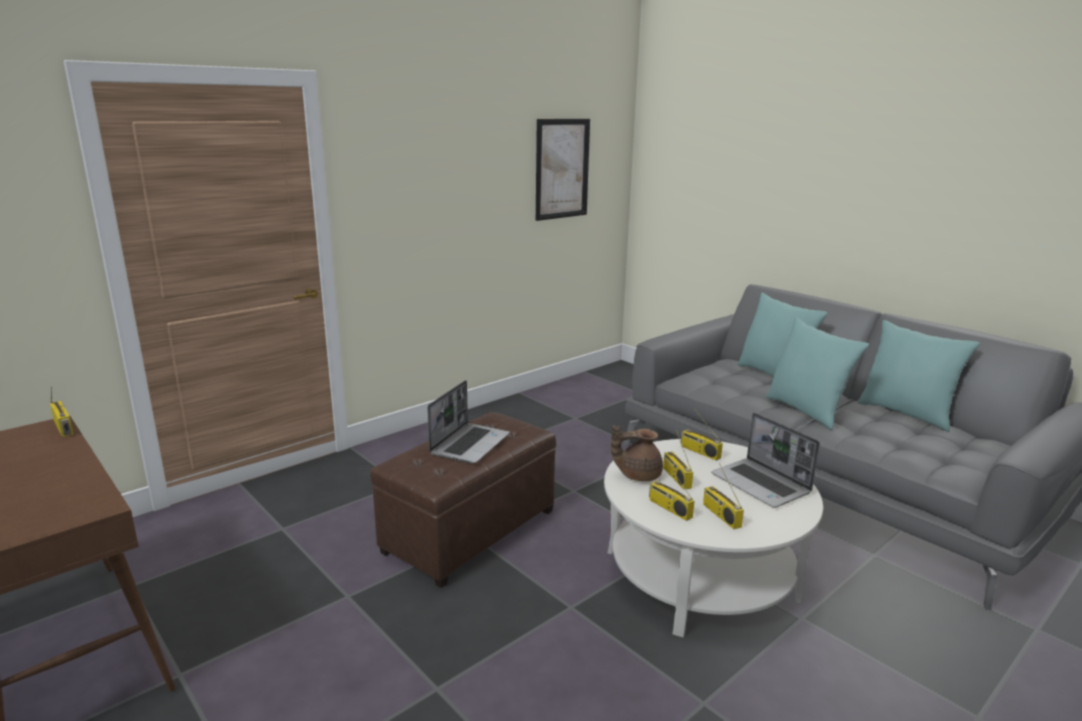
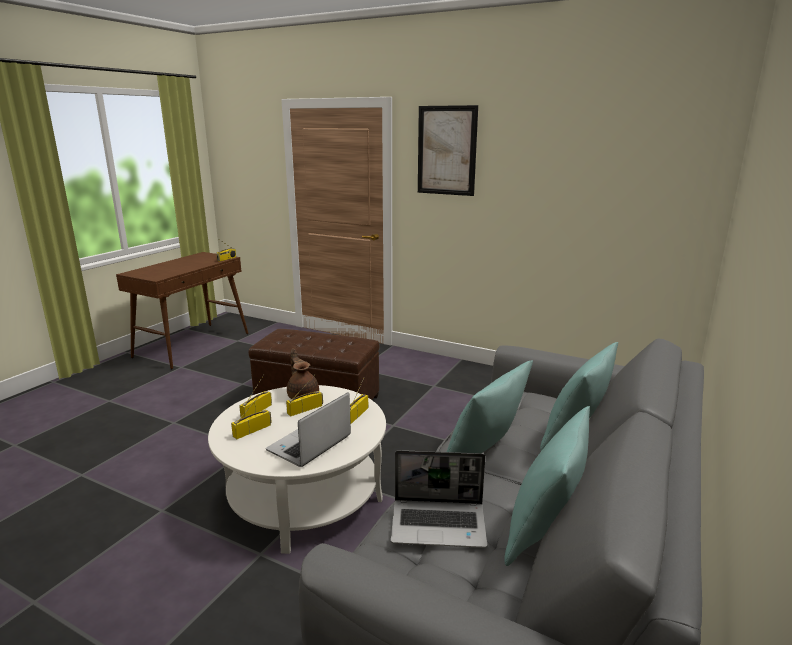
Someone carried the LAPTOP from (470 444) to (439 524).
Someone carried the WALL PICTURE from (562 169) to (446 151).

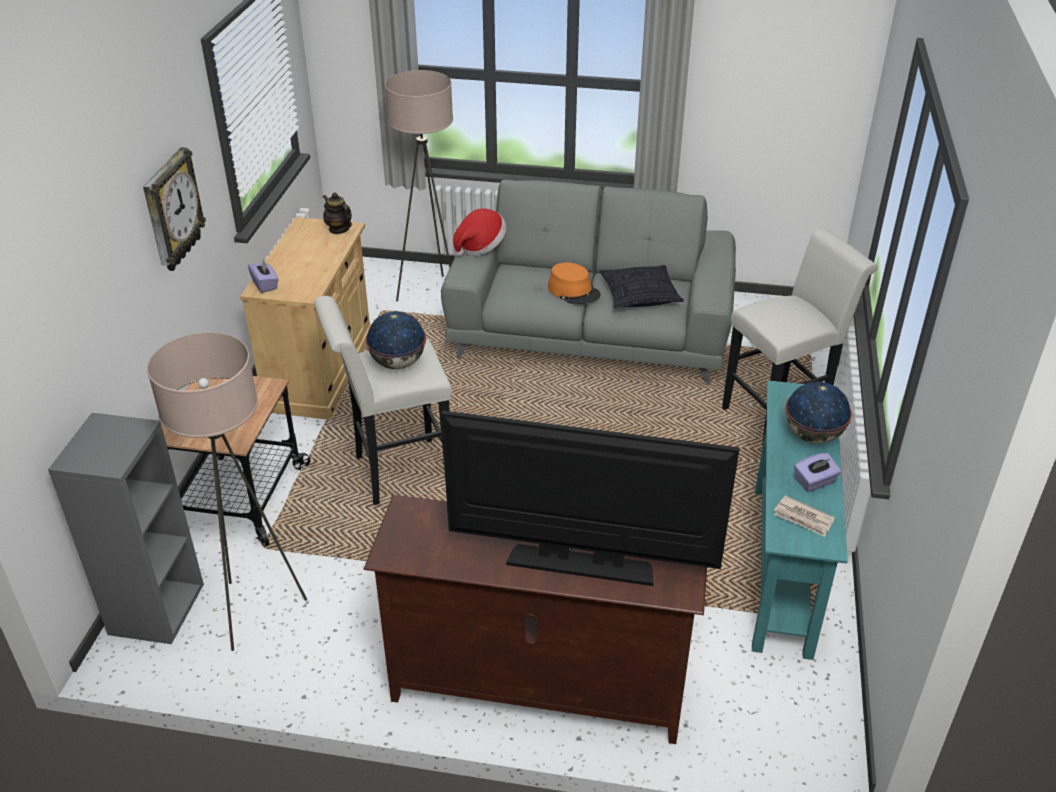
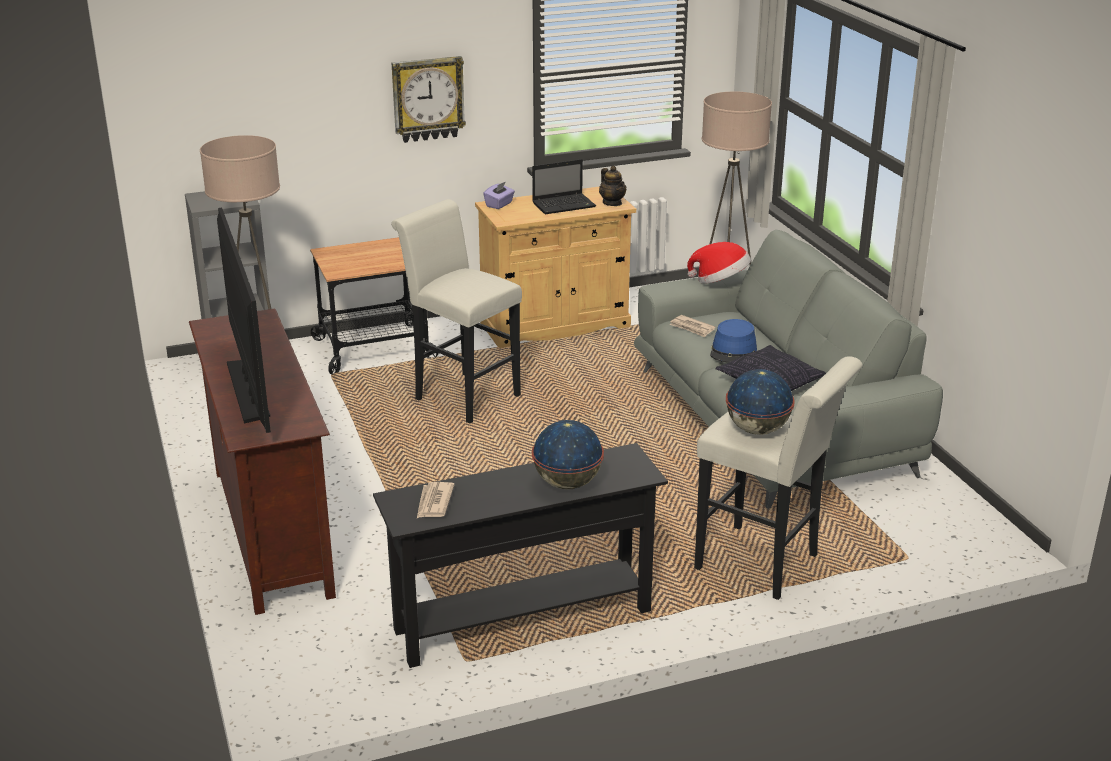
Someone took away the PURPLISH TISSUE BOX at (815 482).
Someone put down the LAPTOP at (565 205).
Someone put down the PRINTED PAPER at (692 328).
Someone carried the DESK GLOBE from (397 363) to (757 430).
Someone repainted the ORANGE HAT at (574 291), which became the BLUISH HAT at (733 351).
Someone repainted the TURQUOISE-COLOURED HALL TABLE at (782 567), which became the BLACK HALL TABLE at (523 621).
Someone rotated the POT FOR TEA at (339 229) by 135 degrees clockwise.

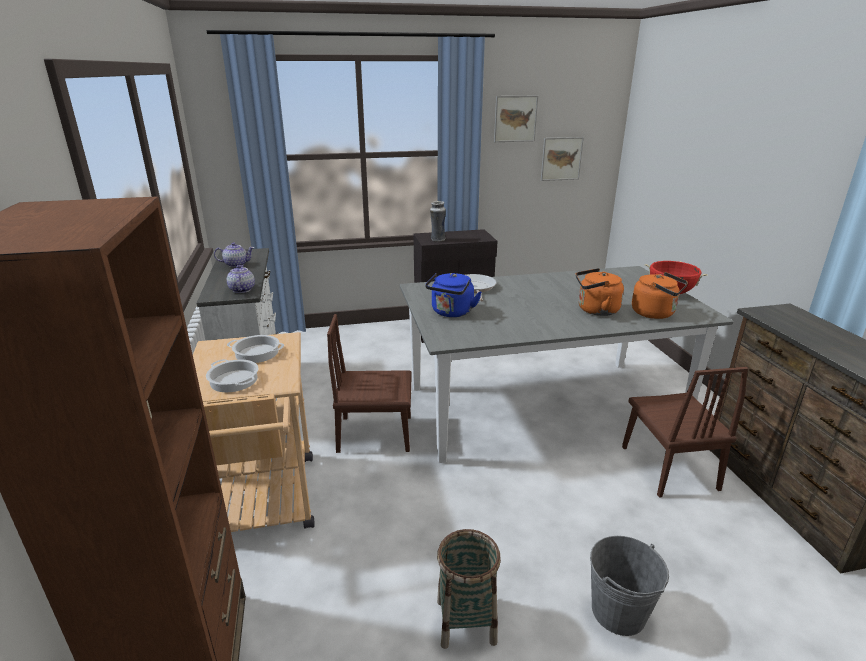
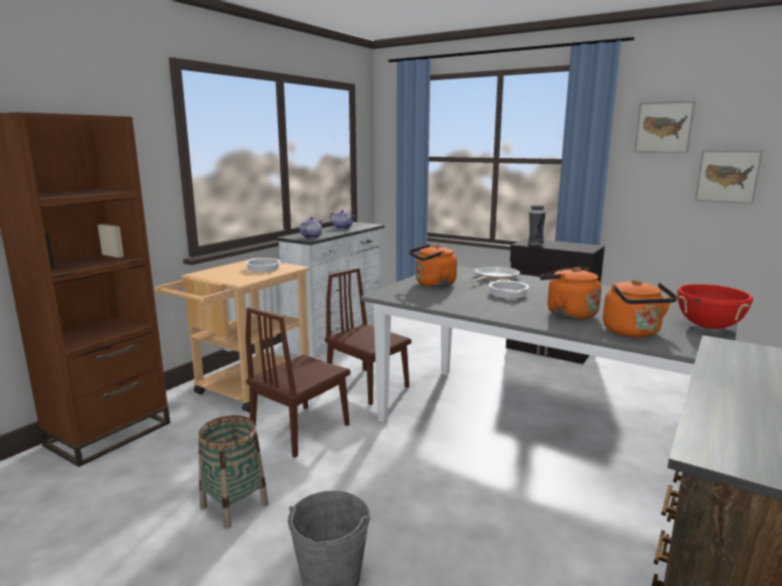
Someone carried the COOKING POT from (234 380) to (508 293).
Someone carried the BROWN-COLOURED CHAIR from (668 467) to (300 430).
Someone repainted the BLUISH KETTLE at (451 313), which became the ORANGE KETTLE at (433 284).

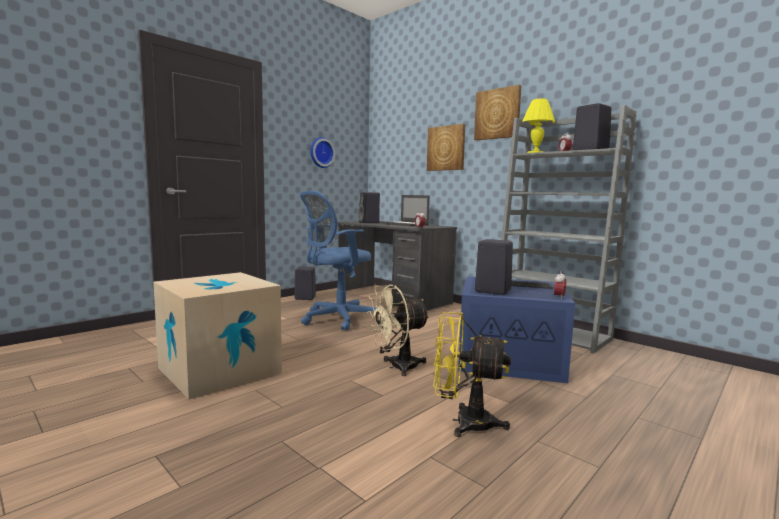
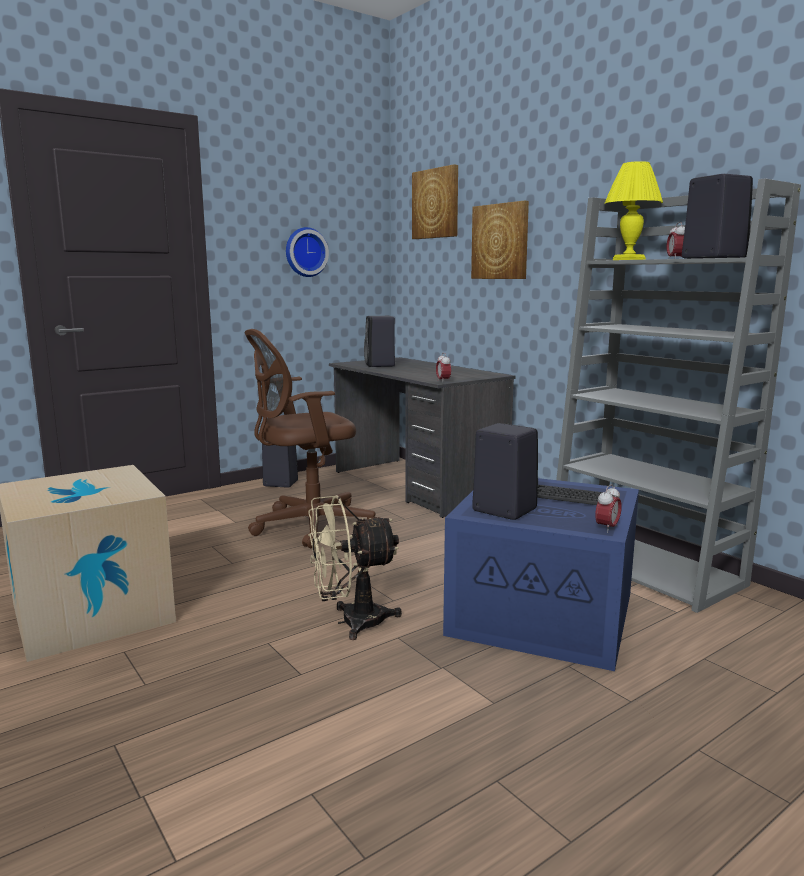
Someone took away the LAPTOP at (406 224).
Someone took away the YELLOWISH COOLING FAN at (463 422).
Someone carried the WALL PICTURE from (497 114) to (436 203).
Someone repainted the BLUISH OFFICE CHAIR at (337 319), which became the BROWN-COLOURED OFFICE CHAIR at (308 526).

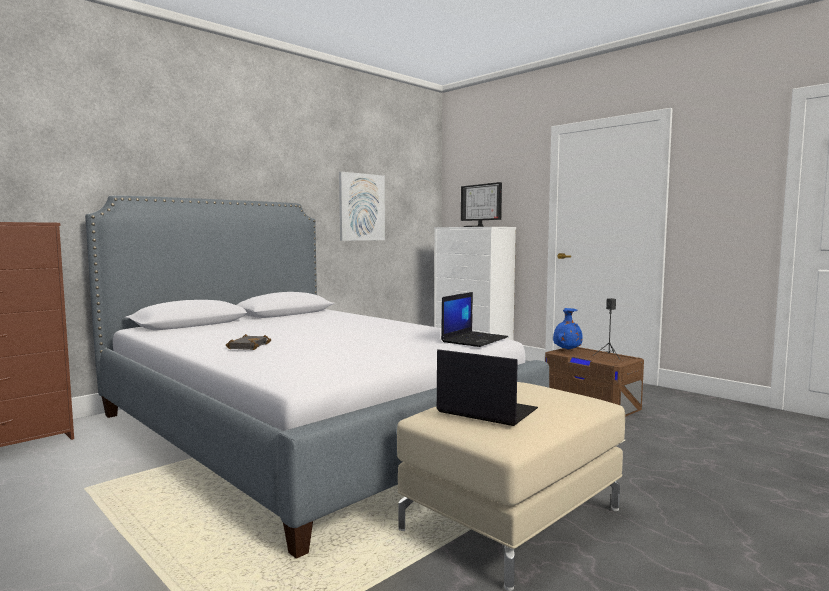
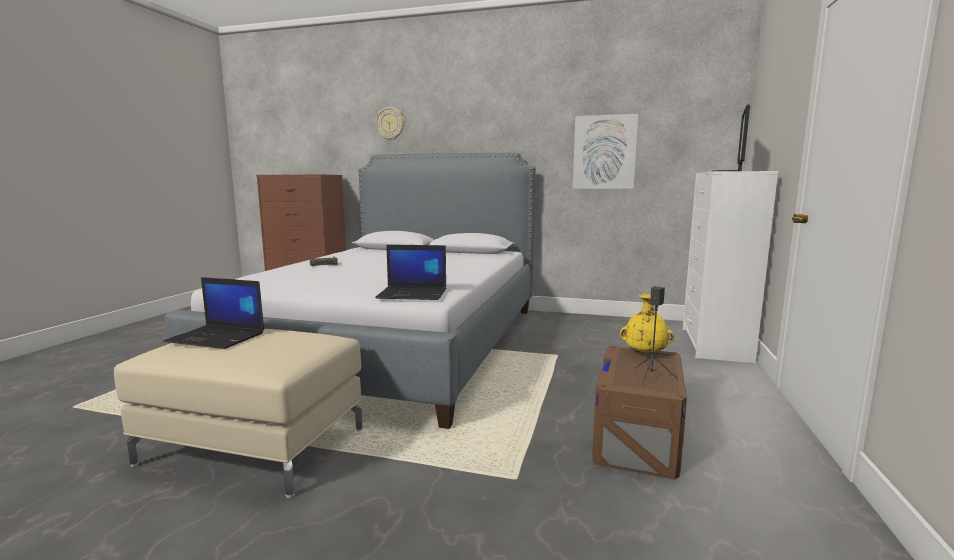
Someone put up the WALL CLOCK at (390 124).
Someone repainted the BLUISH DECORATIVE VASE at (566 349), which became the YELLOWISH DECORATIVE VASE at (645 352).
Someone rotated the LAPTOP at (485 411) by 105 degrees clockwise.

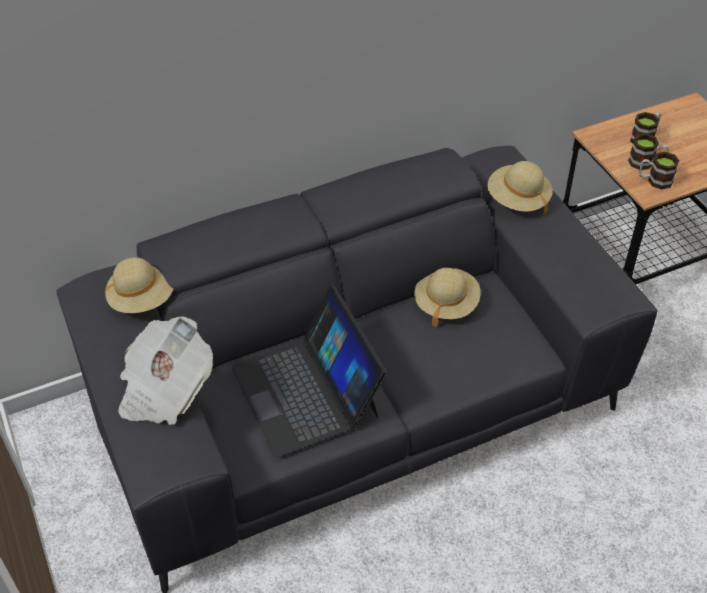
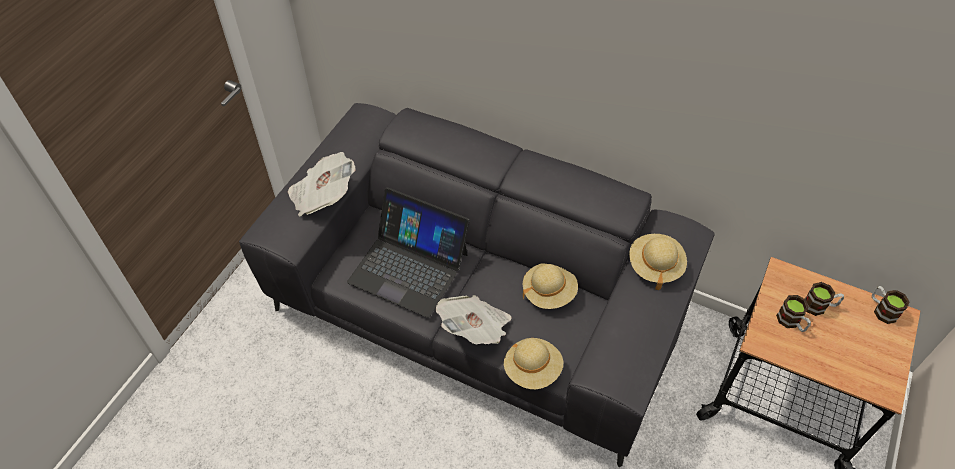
Someone put down the PRINTED PAPER at (475 329).
Someone carried the BEIGE-COLOURED HAT from (143 298) to (532 370).
Someone carried the TEA MUG from (654 180) to (882 310).
Someone rotated the LAPTOP at (307 391) by 90 degrees counterclockwise.

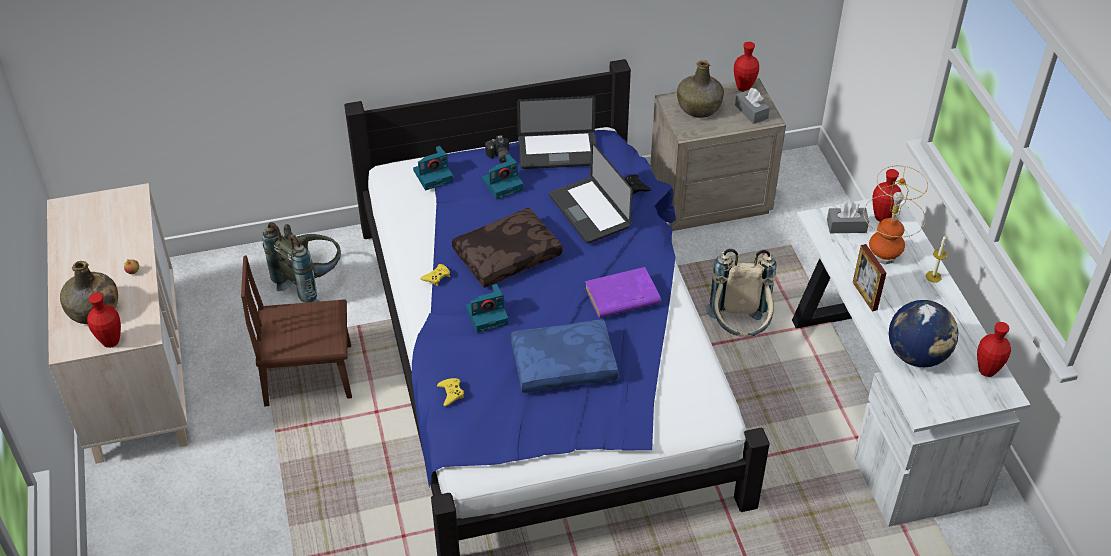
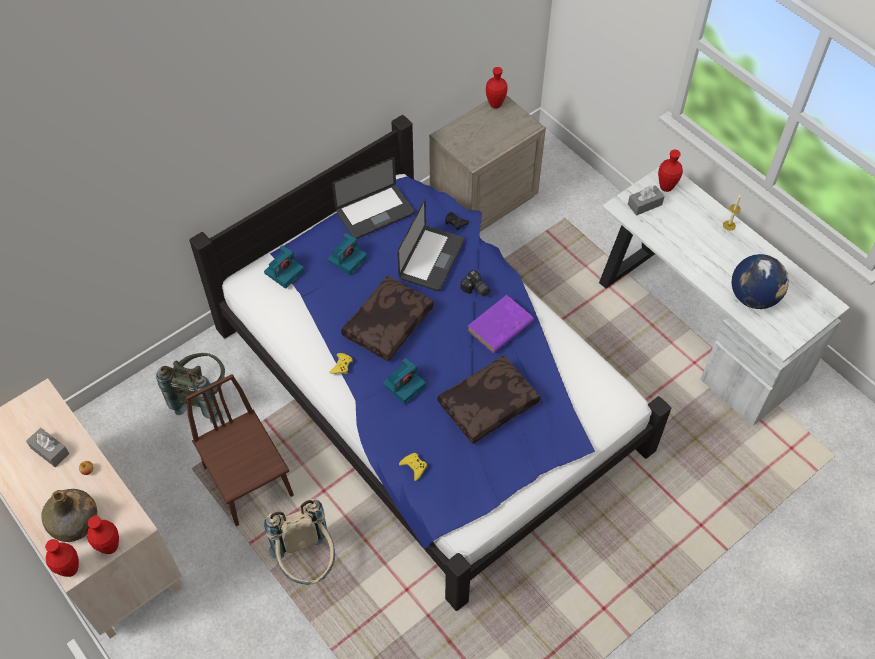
Someone took away the GREENISH BEVERAGE BOTTLE at (699 107).
Someone took away the STANDING FRAME at (864 296).
Someone took away the LAMP FOR A TABLE at (884 256).
Someone carried the STILL CAMERA from (499 157) to (475 289).
Someone carried the BEIGE-COLOURED KNAPSACK from (739 331) to (307 562).
Someone carried the GREY TISSUE BOX from (751 112) to (50 451).
Someone carried the RED DECORATIVE VASE from (987 371) to (70 569).
Someone repainted the BLUISH PILLOW at (564 363), which became the BROWN-COLOURED PILLOW at (487 403).
Someone rotated the BROWN-COLOURED CHAIR at (309 375) by 90 degrees clockwise.
Someone rotated the LAPTOP at (589 211) by 105 degrees counterclockwise.

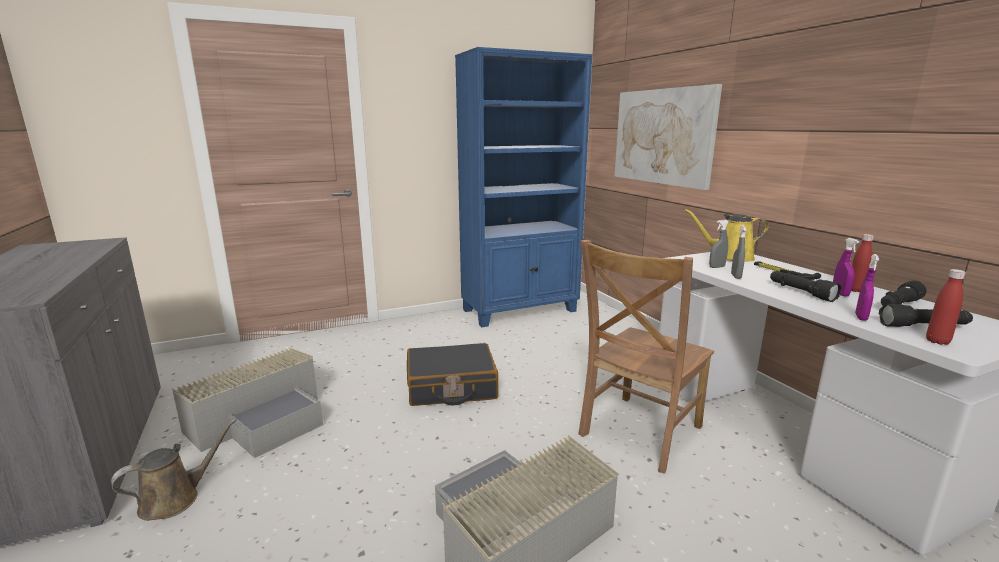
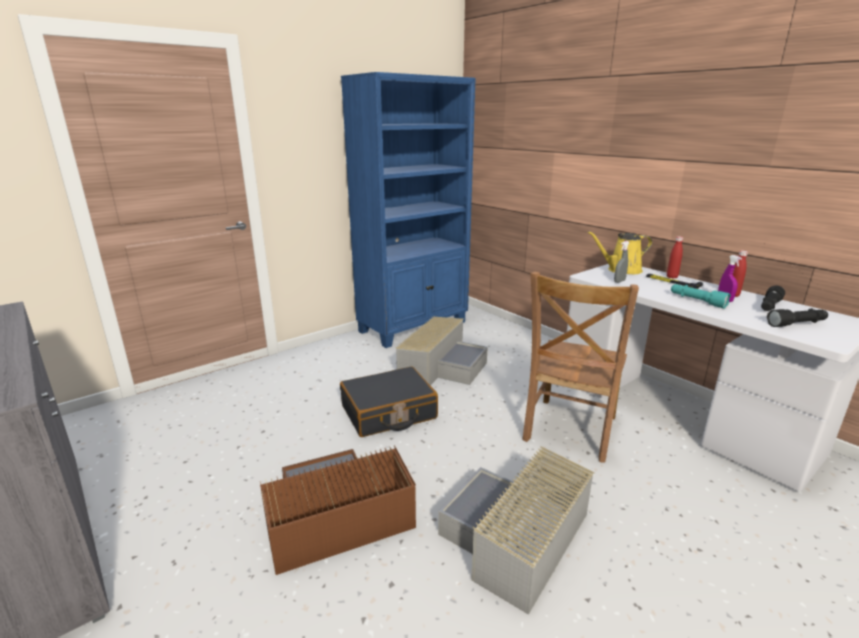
Someone took away the BROWN-COLOURED SPRINKLING CAN at (175 499).
Someone took away the WALL PICTURE at (662 136).
Someone took away the GREY HAND SPRAYER at (736 276).
Someone took away the PURPLISH HAND SPRAYER at (861 317).
Someone put down the BROWN-COLOURED STORAGE BIN at (334 518).
Someone carried the GREY STORAGE BIN from (262 419) to (441 365).
Someone carried the RED BEVERAGE BOTTLE from (937 341) to (672 277).
Someone repainted the BLACK HAND TORCH at (800 292), which became the TURQUOISE-COLOURED HAND TORCH at (697 301).

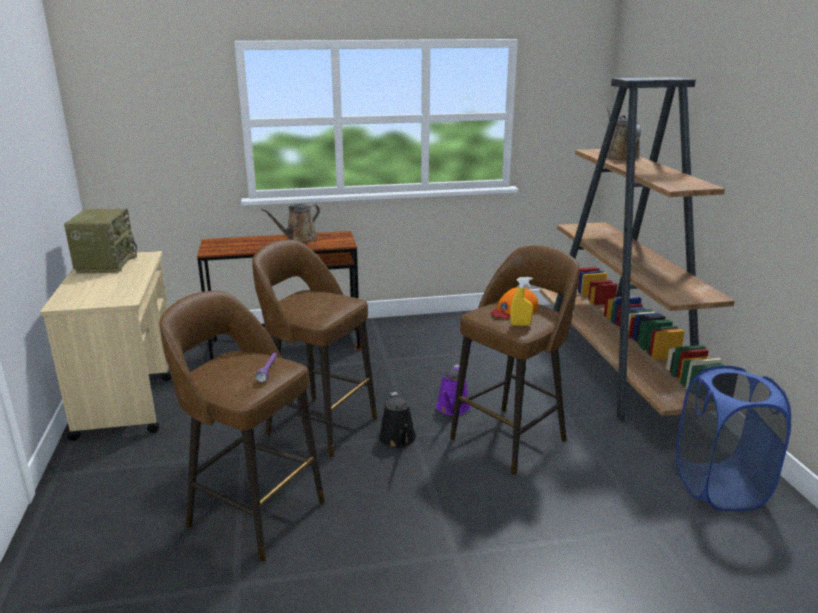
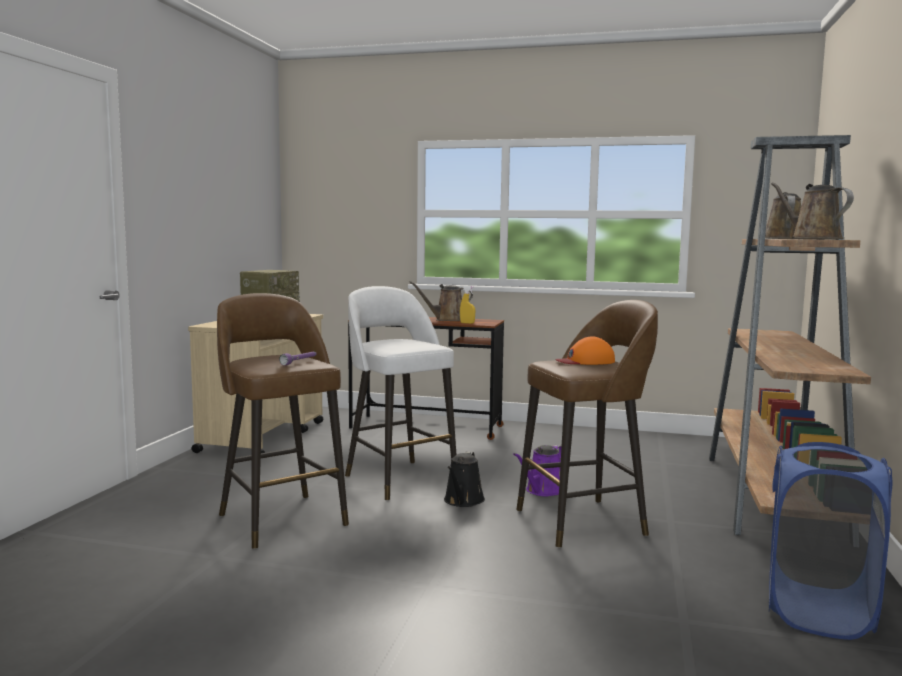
Someone put down the BROWN-COLOURED SPRINKLING CAN at (812 239).
Someone carried the YELLOWISH HAND SPRAYER from (520 324) to (467 323).
Someone repainted the BROWN-COLOURED SITTING STOOL at (319 425), which became the WHITISH SITTING STOOL at (399 478).

